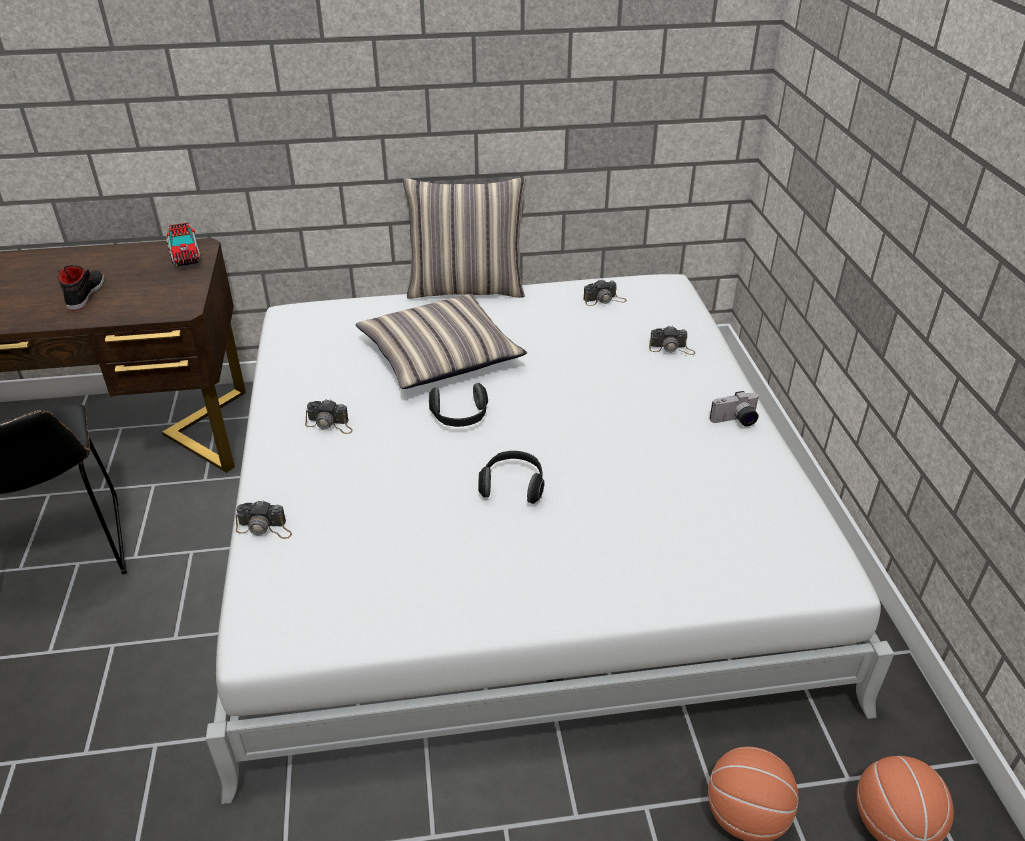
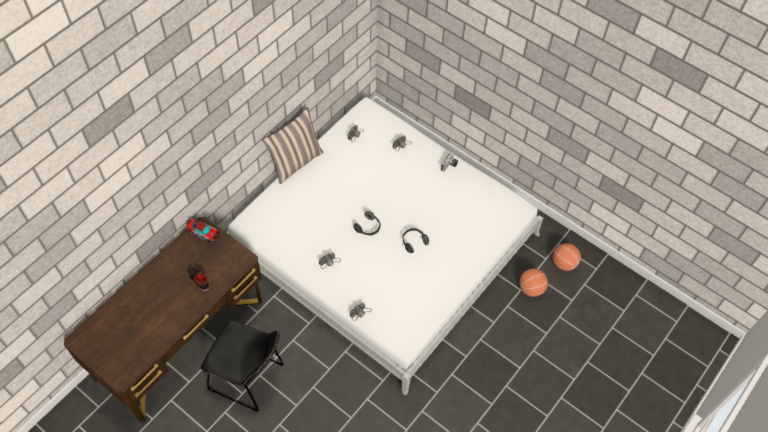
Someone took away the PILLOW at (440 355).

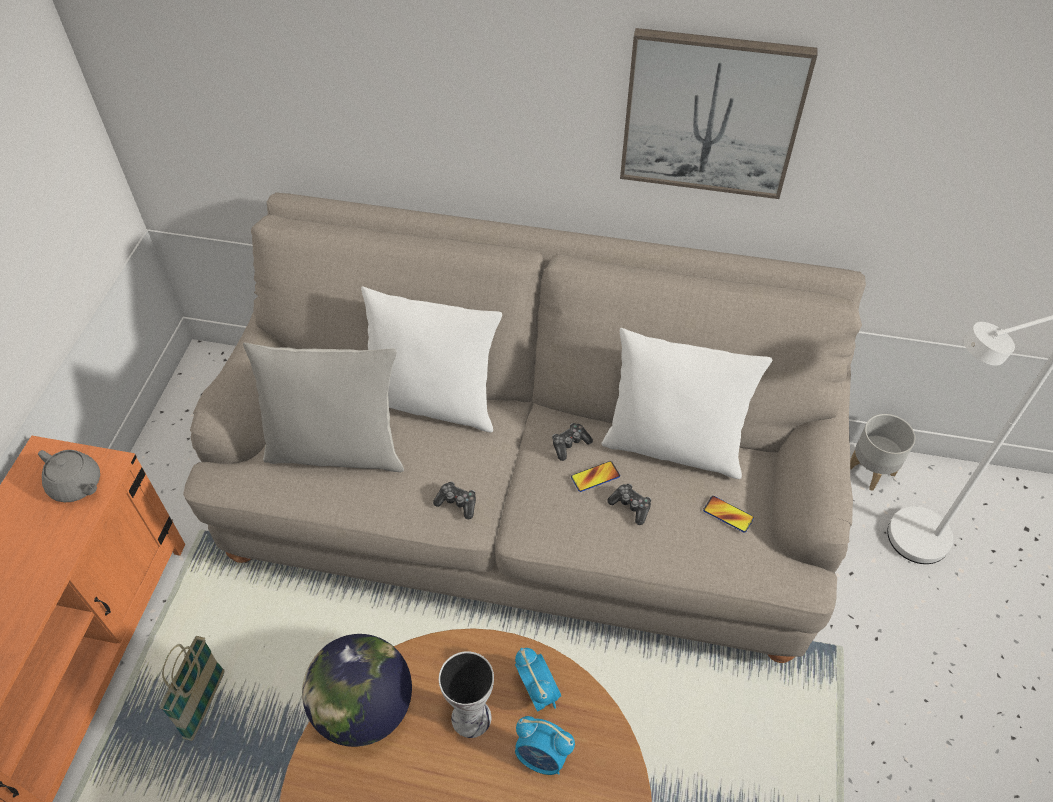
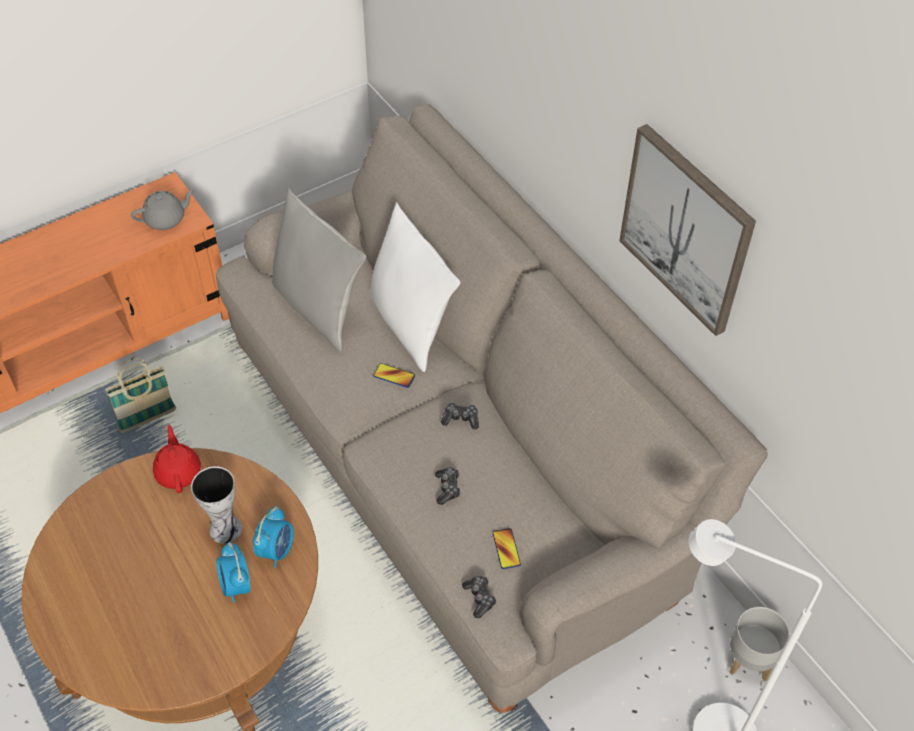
Someone took away the WHITISH PILLOW at (673 446).
Someone carried the GAME CONTROLLER from (457 503) to (480 598).
Someone carried the HANDSET from (595 477) to (394 376).
Someone swapped the DESK GLOBE at (363 708) for the RED POT FOR TEA at (178 472).
Someone rotated the GREY POT FOR TEA at (77 485) by 105 degrees counterclockwise.

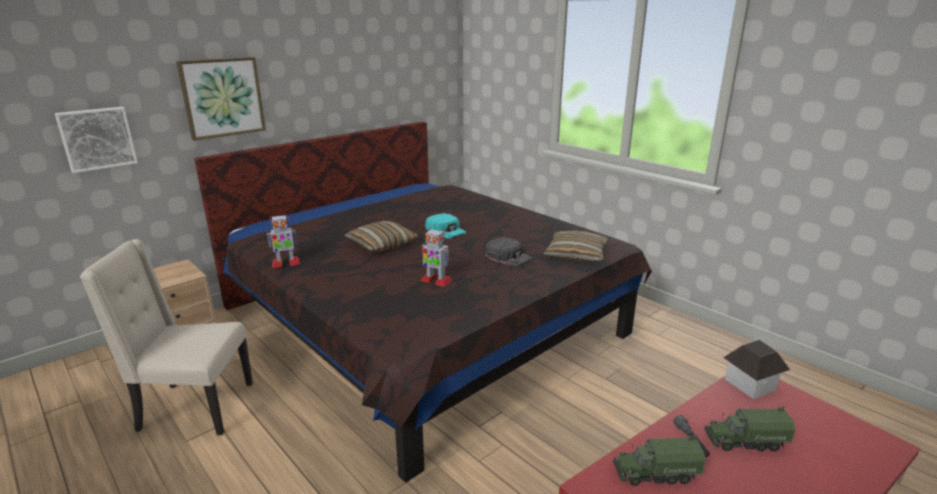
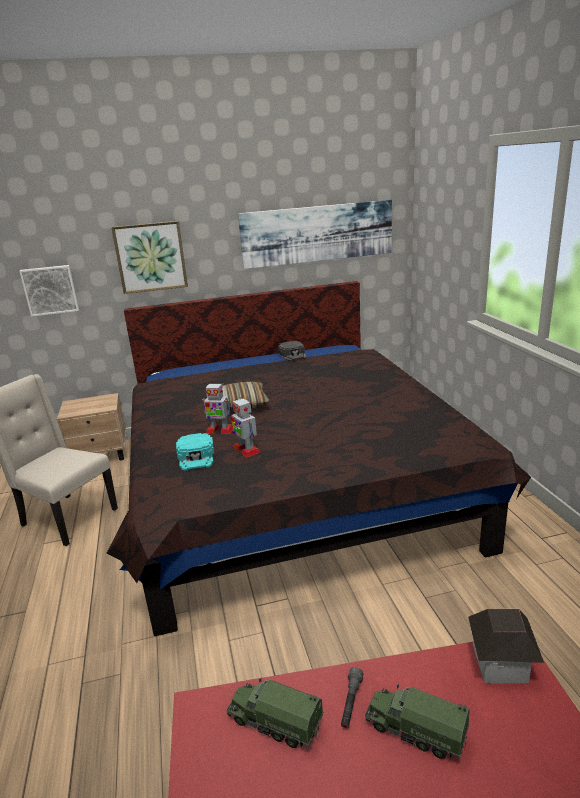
Someone took away the PILLOW at (576 255).
Someone put up the WALL PICTURE at (317 233).
Someone carried the MODEL ROBOT from (285 263) to (219 430).
Someone carried the TURQUOISE-COLOURED PEAKED CAP from (446 230) to (196 456).
Someone carried the BLACK PEAKED CAP from (508 256) to (293 355).

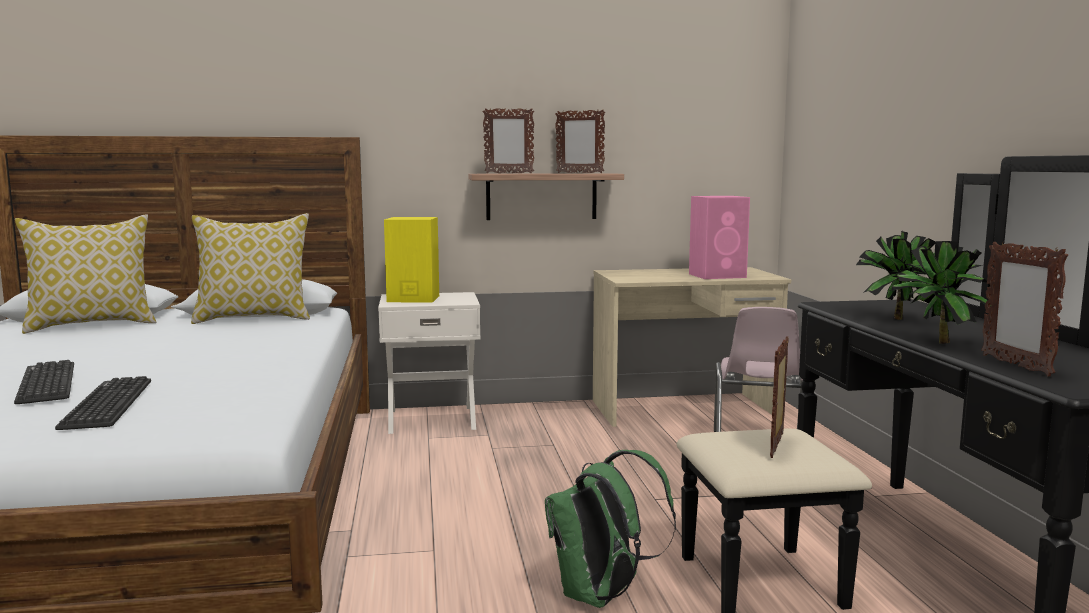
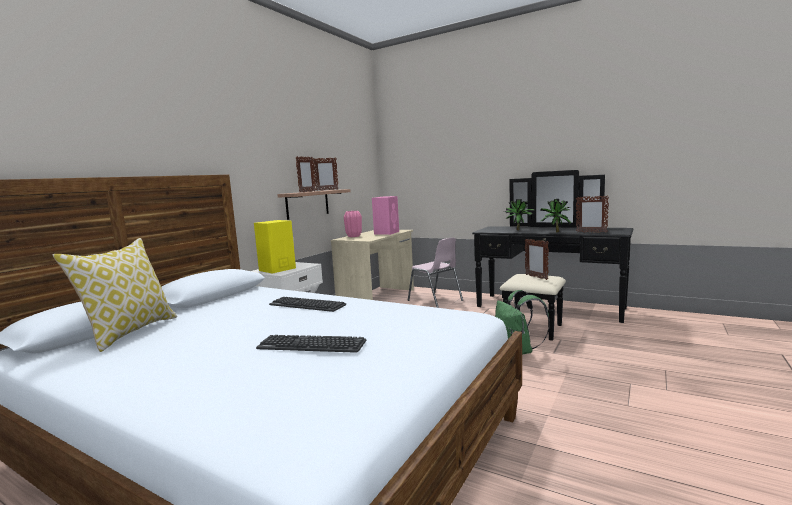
Someone took away the PILLOW at (254 318).
Someone put down the PINKISH DECORATIVE VASE at (353 236).
Someone carried the KEYBOARD from (108 404) to (307 305).

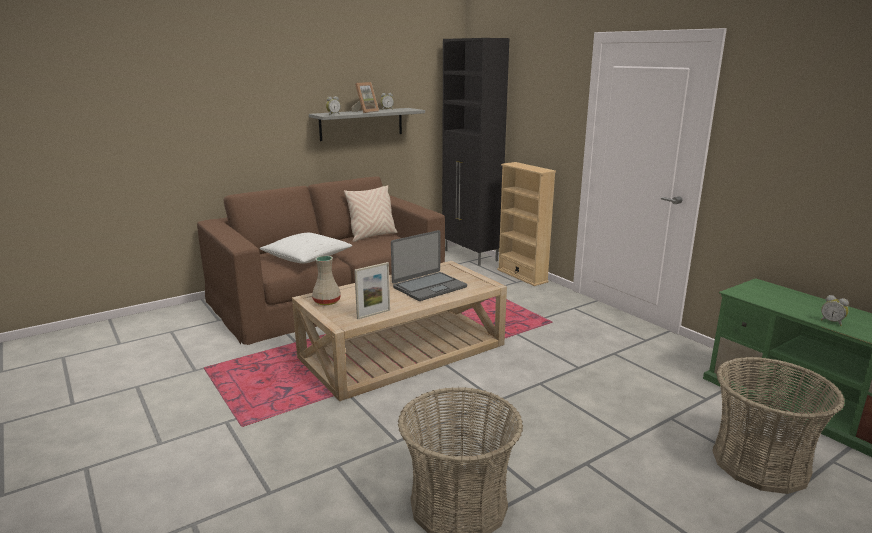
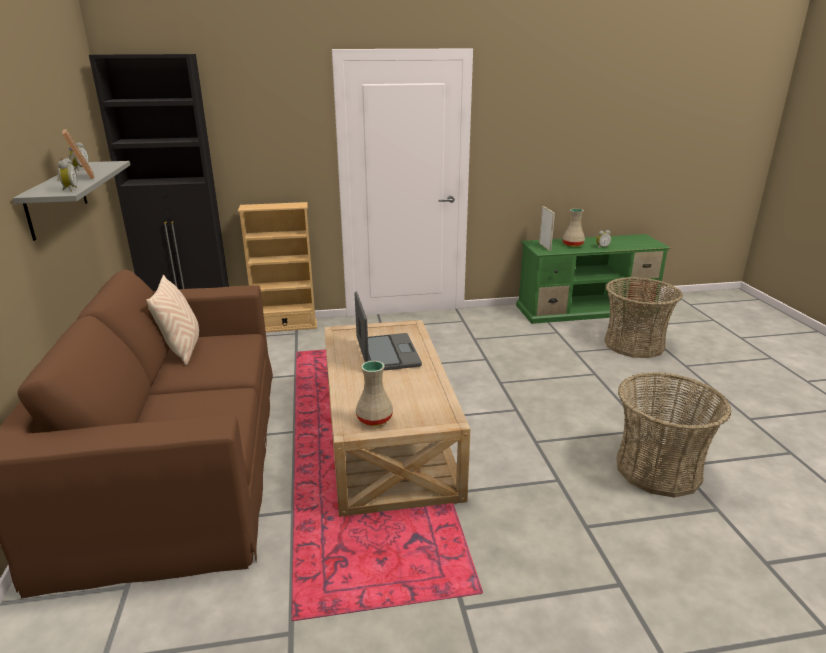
Someone took away the WHITISH PILLOW at (307 258).
Someone put down the BEIGE-COLOURED DECORATIVE VASE at (573 245).
Someone carried the STANDING FRAME from (373 314) to (544 247).

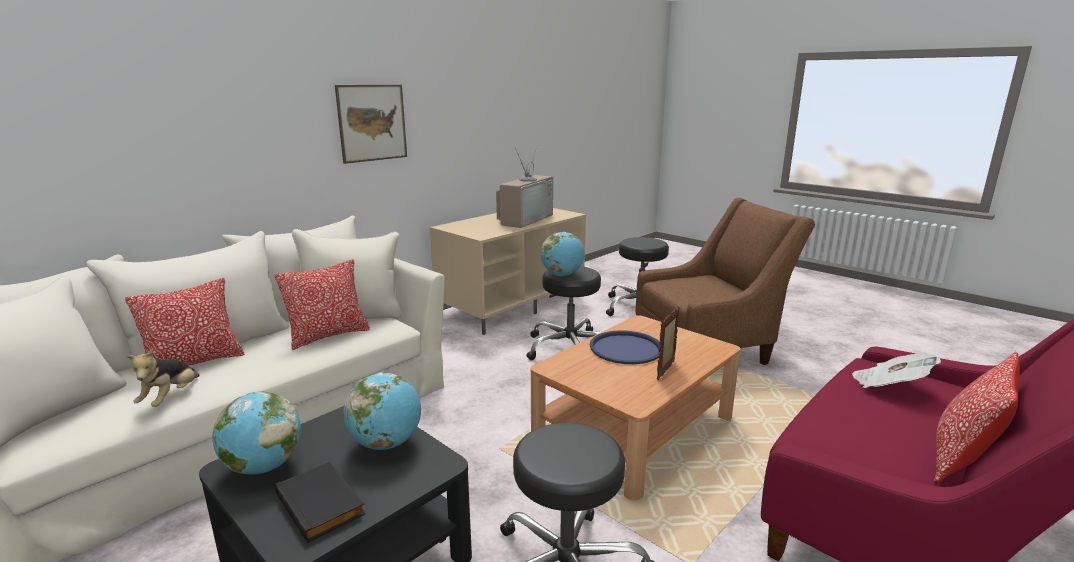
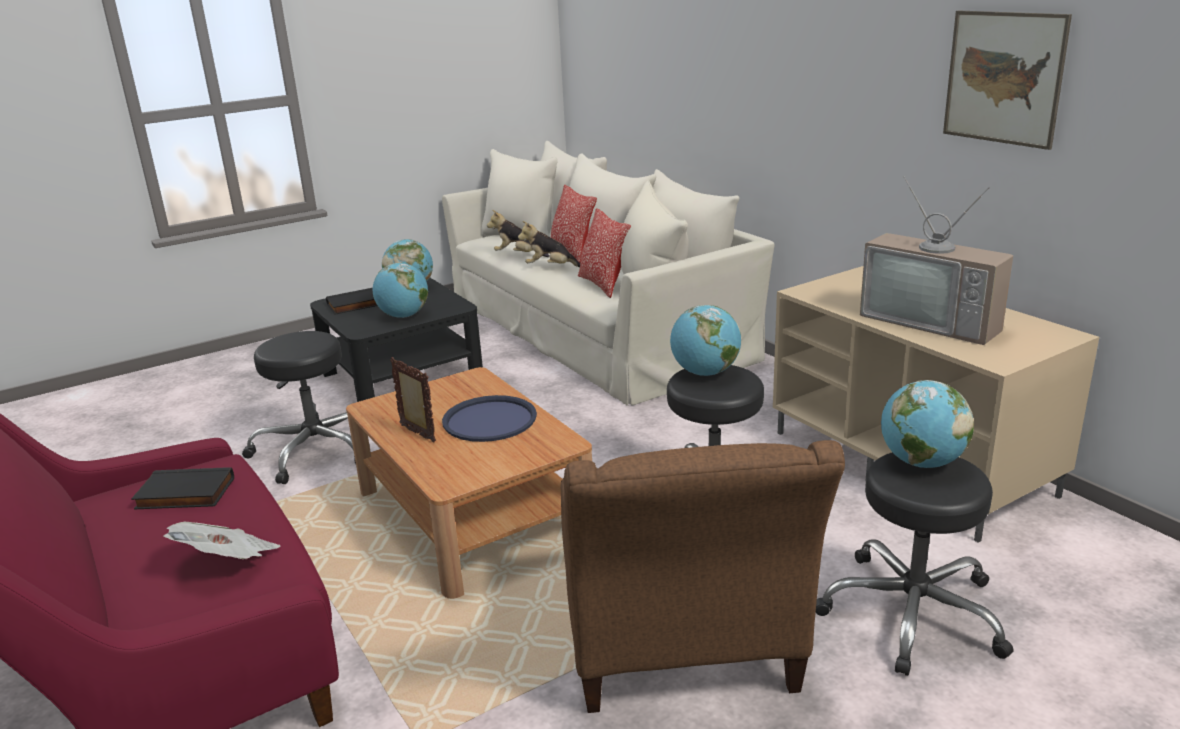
Someone took away the PILLOW at (962 461).
Someone put down the BLACK BOUND BOOK at (184 494).
Someone put down the CUDDLY TOY at (550 267).
Someone put down the DESK GLOBE at (921 462).
Someone carried the WALL PICTURE from (372 123) to (1003 78).

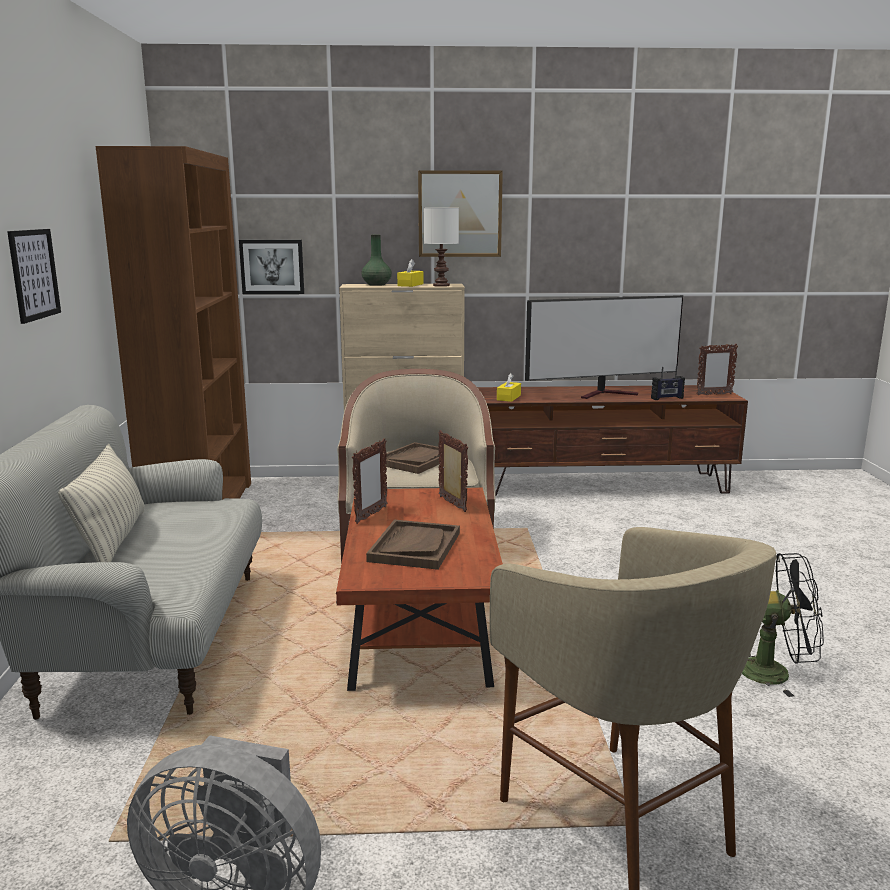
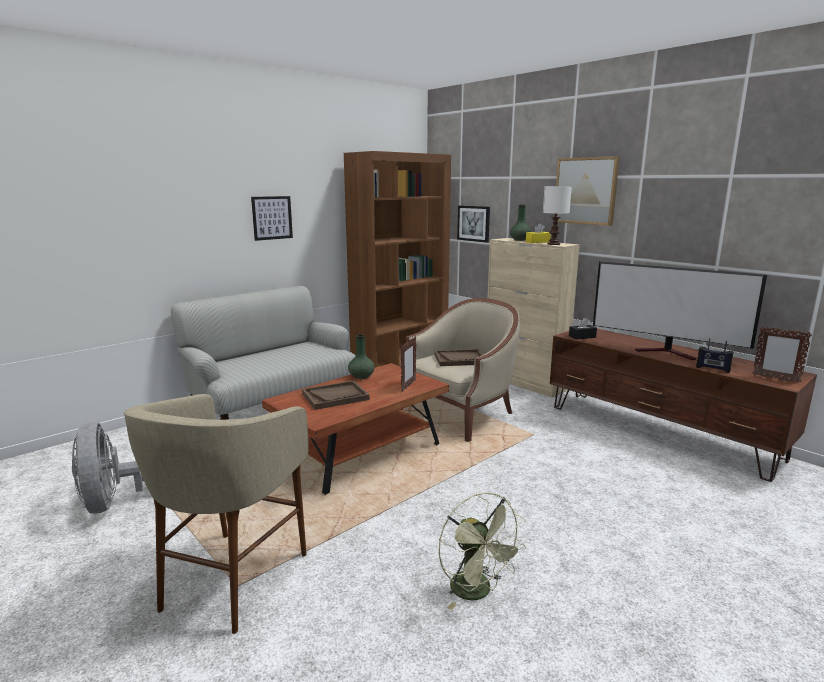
Someone took away the PILLOW at (112 541).
Someone swapped the STANDING FRAME at (371 515) for the GREENISH DECORATIVE VASE at (361 376).
Someone repainted the YELLOWISH TISSUE BOX at (508 398), which became the BLACK TISSUE BOX at (582 337).
Someone repainted the BLACK COOLING FAN at (775 672), which became the GREENISH COOLING FAN at (477 592).

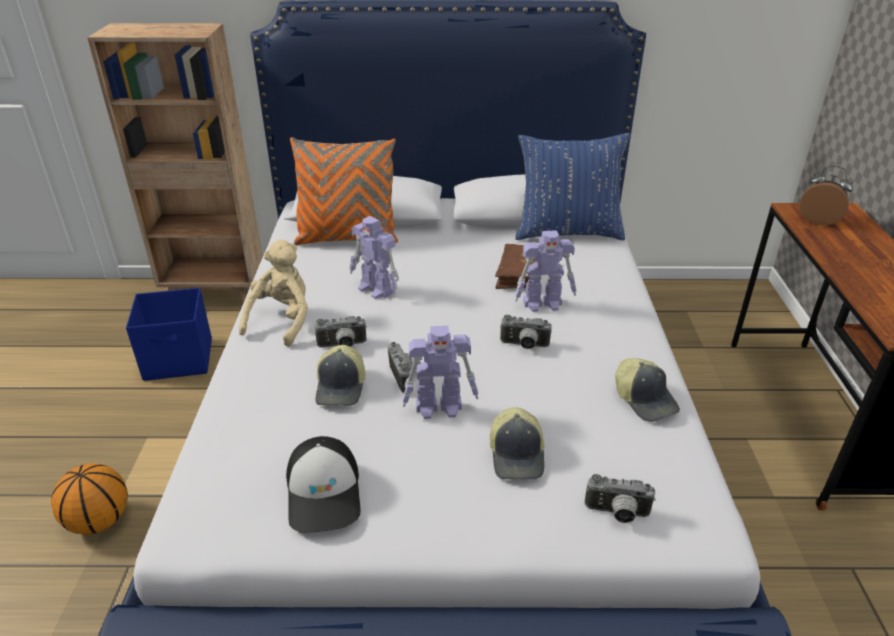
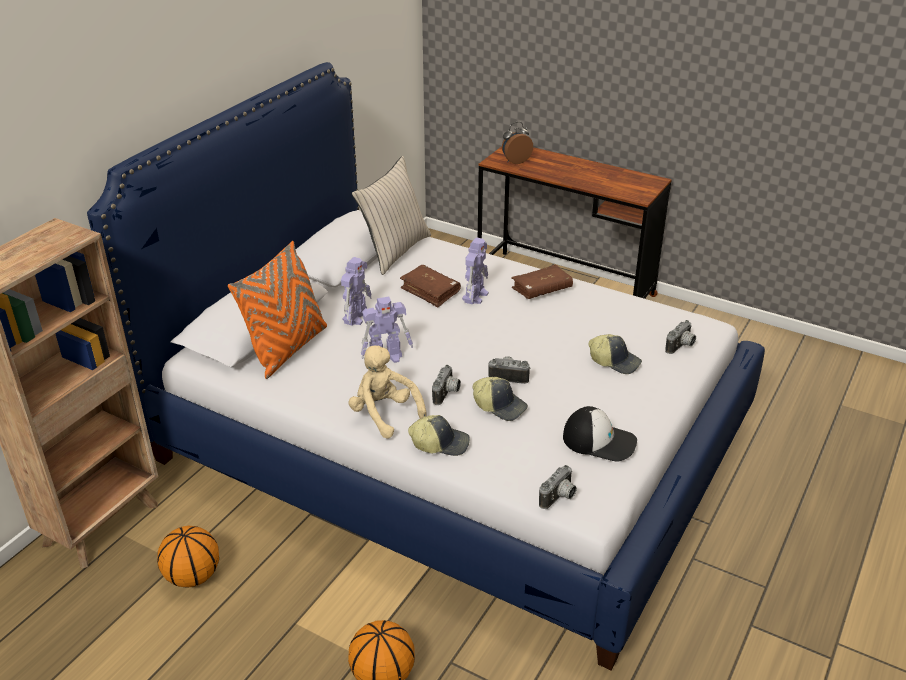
Someone put down the BROWN-COLOURED BOUND BOOK at (541 289).
Someone carried the MODEL ROBOT from (440 407) to (357 316).
Someone carried the STILL CAMERA from (524 346) to (559 498).
Someone carried the PEAKED CAP from (645 399) to (440 443).
Someone swapped the BLUISH STORAGE BIN at (180 360) for the BASKETBALL BALL at (192 576).
Someone repainted the BLUISH PILLOW at (567 232), which became the BEIGE-COLOURED PILLOW at (394 251).

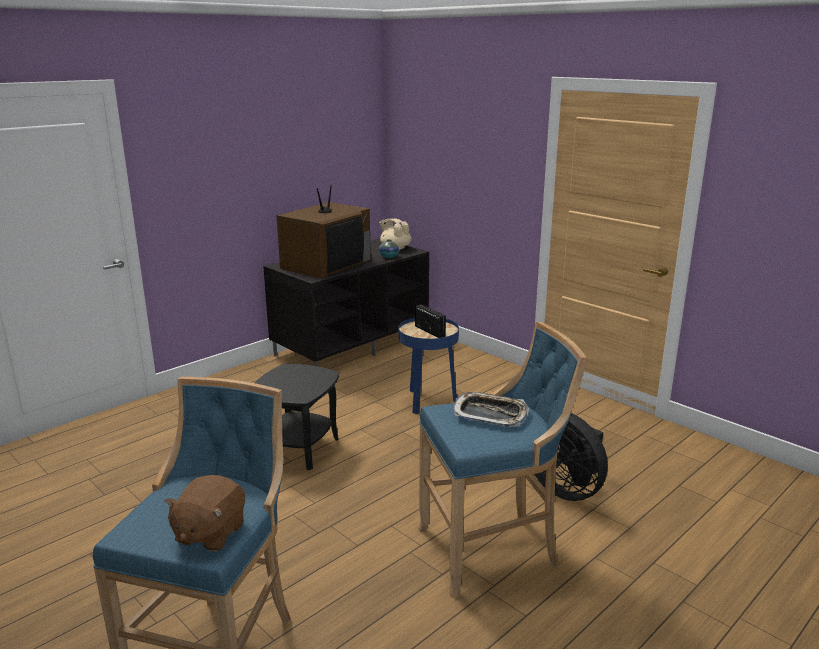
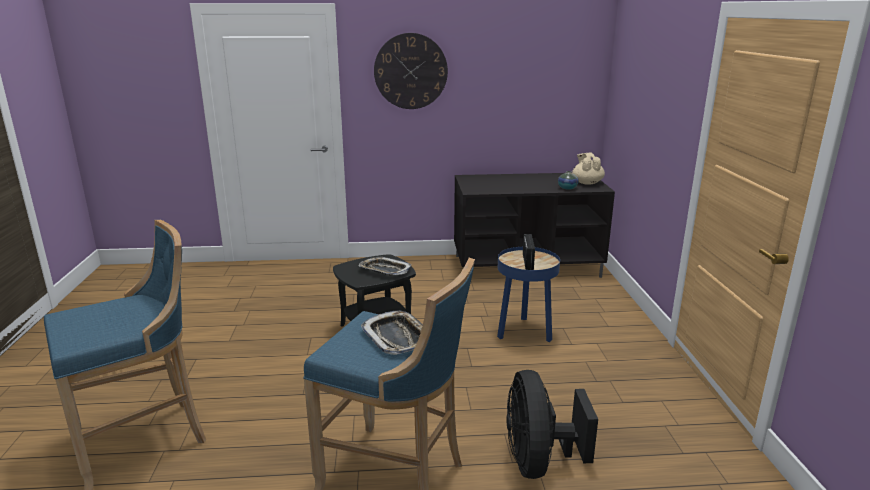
Someone took away the BROWN-COLOURED CUDDLY TOY at (209 533).
Someone took away the TV at (328 264).
Someone put down the TRAY at (385 270).
Someone put up the WALL CLOCK at (410 71).

